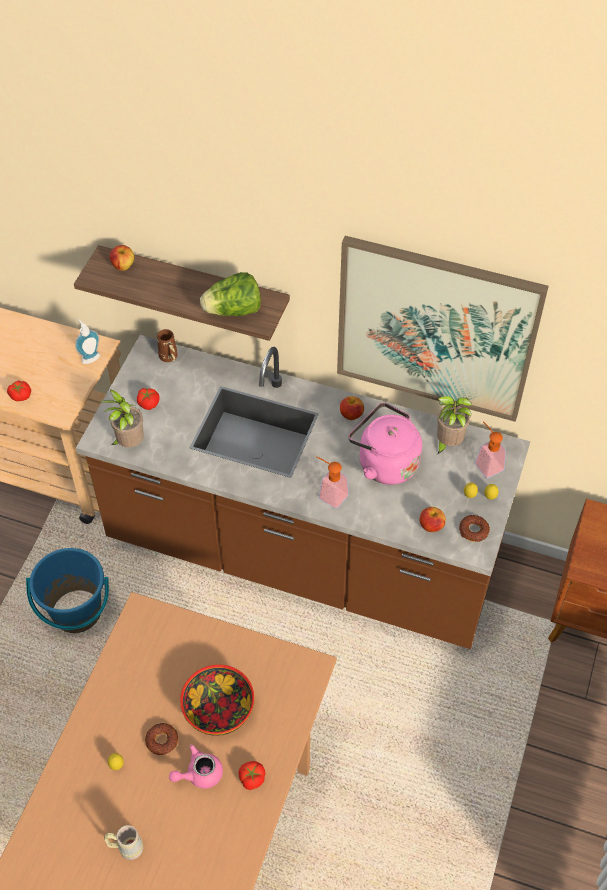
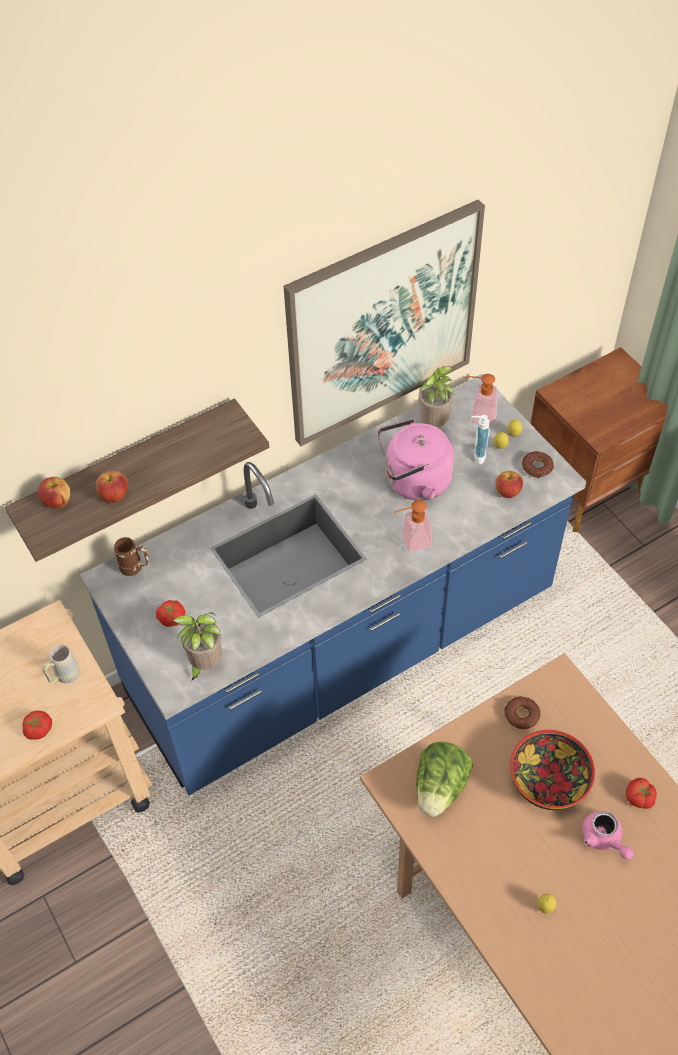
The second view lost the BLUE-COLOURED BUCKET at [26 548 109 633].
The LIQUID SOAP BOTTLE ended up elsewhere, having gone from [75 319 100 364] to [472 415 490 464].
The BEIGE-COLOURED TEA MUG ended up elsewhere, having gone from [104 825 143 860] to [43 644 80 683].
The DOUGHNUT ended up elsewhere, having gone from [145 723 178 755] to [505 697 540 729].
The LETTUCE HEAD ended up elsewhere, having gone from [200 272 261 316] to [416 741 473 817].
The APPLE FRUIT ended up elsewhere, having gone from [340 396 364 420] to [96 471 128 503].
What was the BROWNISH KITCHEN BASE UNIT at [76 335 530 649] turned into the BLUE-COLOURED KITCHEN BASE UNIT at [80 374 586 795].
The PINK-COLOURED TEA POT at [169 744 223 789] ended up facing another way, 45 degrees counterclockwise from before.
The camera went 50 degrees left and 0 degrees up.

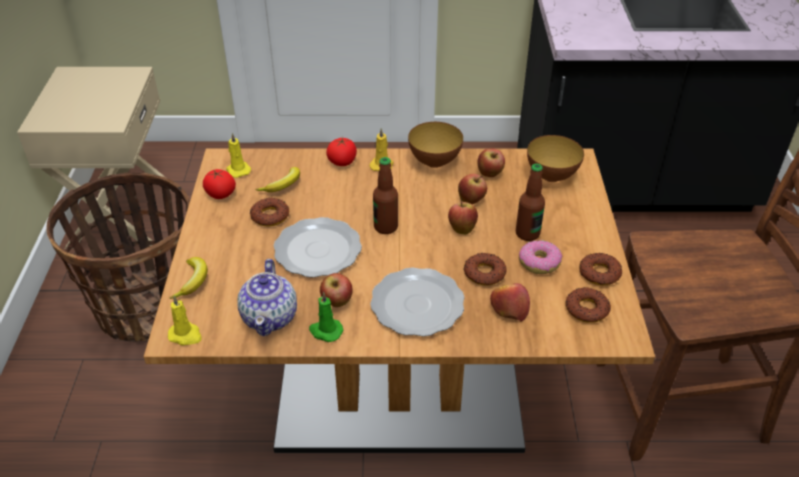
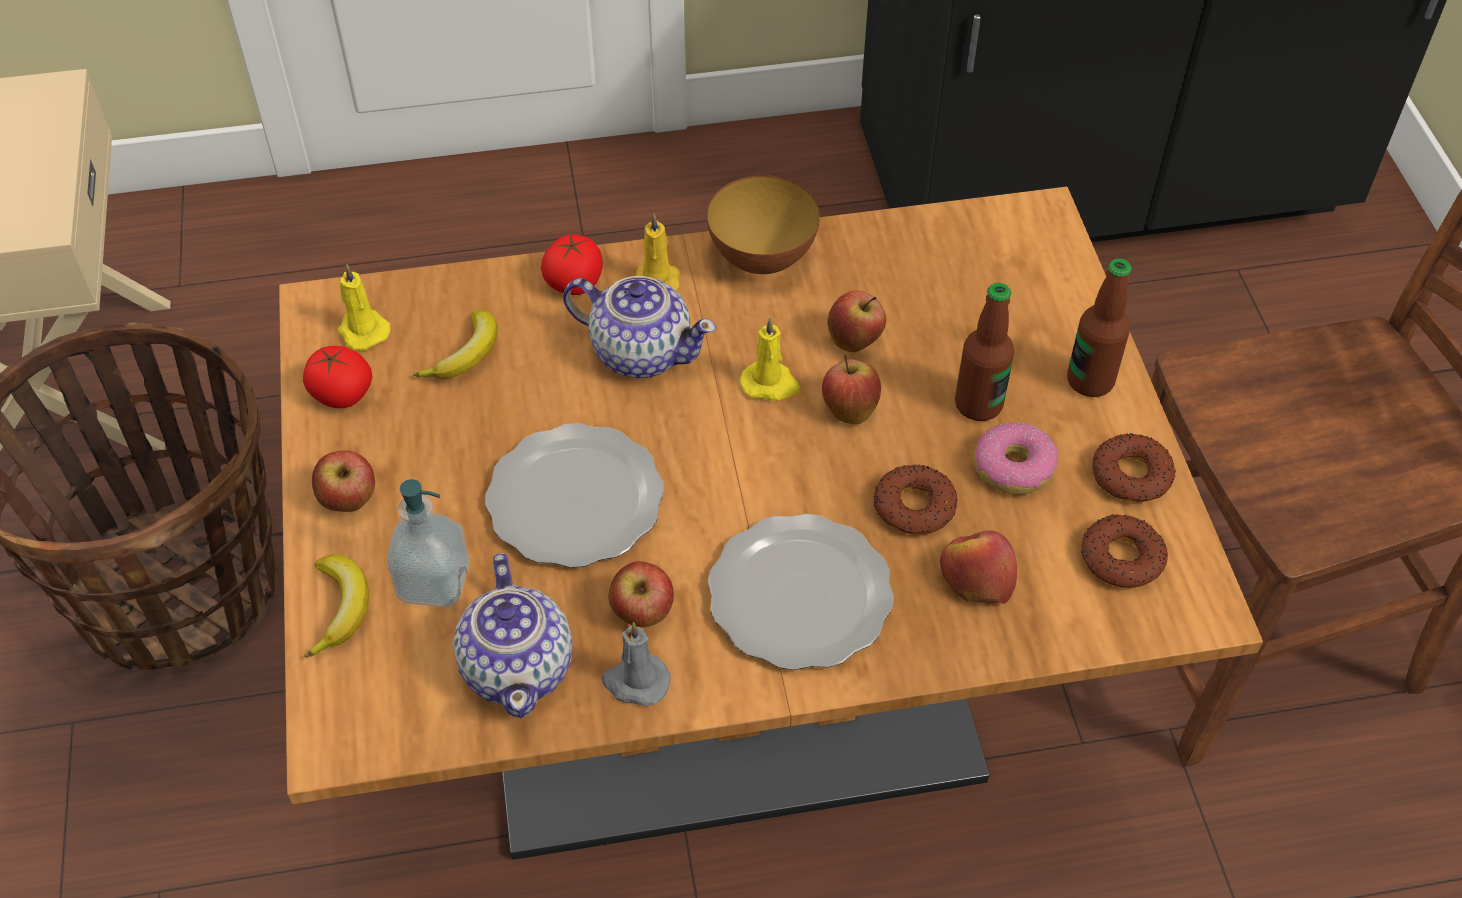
The second view lost the DOUGHNUT at [250 197 289 227].
The second view lost the DEEP DISH at [527 135 584 182].
The second view gained the LIQUID SOAP BOTTLE at [387 479 470 607].
The second view gained the TEA POT at [563 276 717 378].
The YELLOW-COLOURED WAX LIGHT ended up elsewhere, having gone from [168 296 202 346] to [740 317 801 401].
The DRINK BOTTLE ended up elsewhere, having gone from [373 157 398 234] to [1067 259 1132 397].
The APPLE FRUIT ended up elsewhere, having gone from [477 148 505 177] to [312 450 375 512].
What was the GREENISH WAX LIGHT at [309 292 343 342] turned into the GRAY WAX LIGHT at [601 622 671 706].
The camera went 10 degrees left and 10 degrees up.

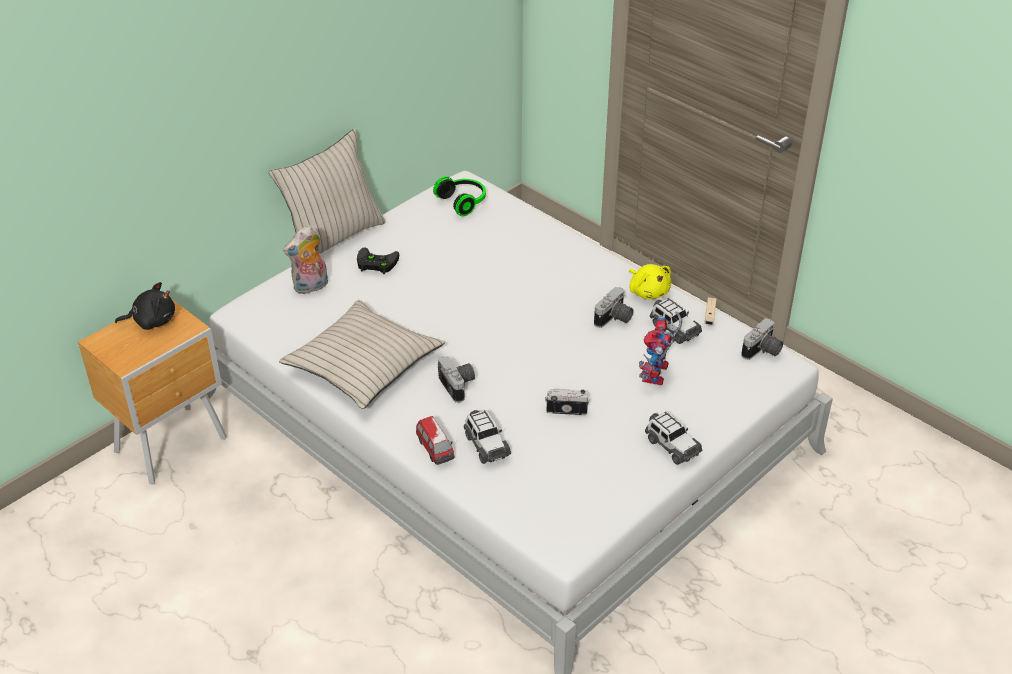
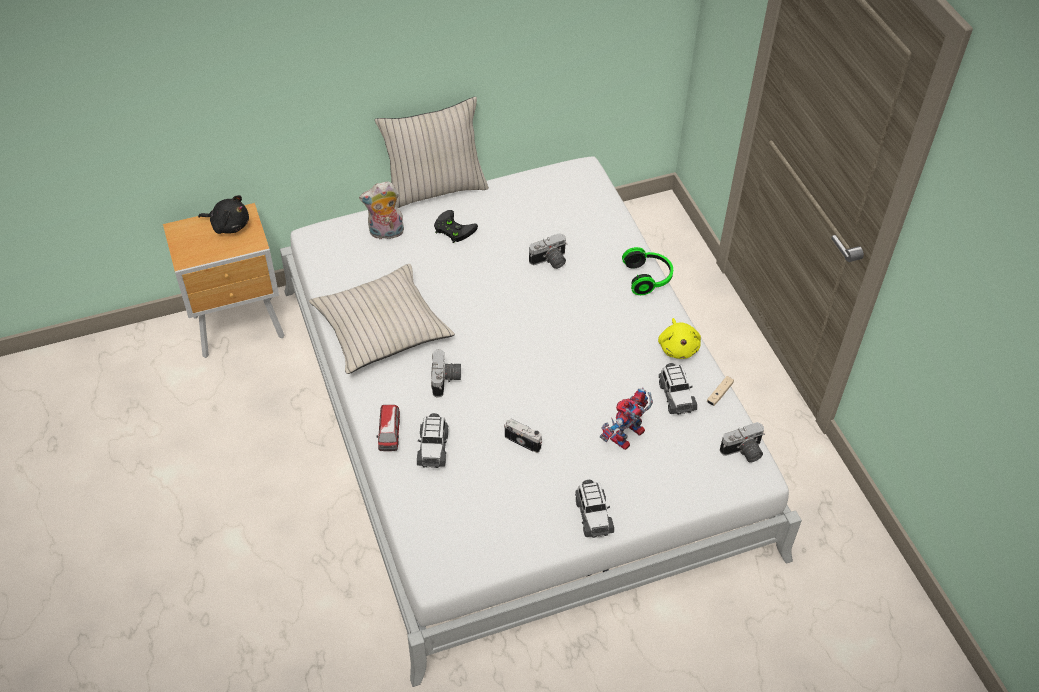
The HEADSET ended up elsewhere, having gone from [433 176 486 216] to [622 247 673 295].
The STILL CAMERA ended up elsewhere, having gone from [594 287 634 328] to [529 233 567 269].
The camera went 25 degrees right and 10 degrees up.

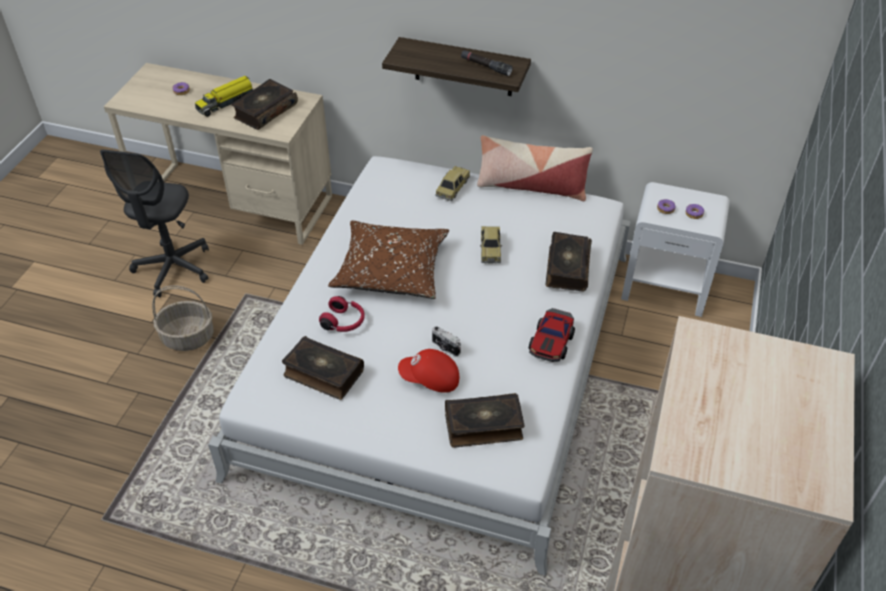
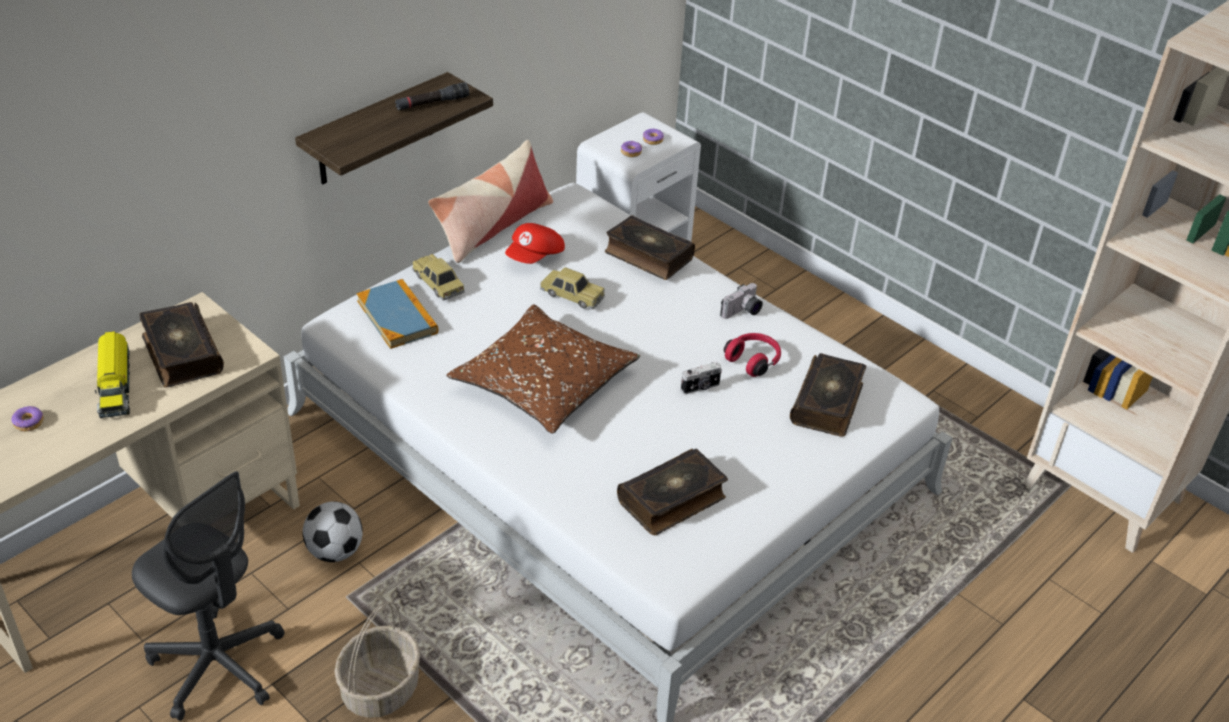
The second view gained the BALL FOR FOOTBALL at [302 501 363 562].
The second view gained the BOOK at [357 279 438 349].
The RED HEADSET ended up elsewhere, having gone from [319 296 365 332] to [724 333 781 377].
The RED PEAKED CAP ended up elsewhere, having gone from [398 349 459 393] to [505 223 565 264].
Where the MODEL CAR stood at [529 308 575 362], the STILL CAMERA came to stand at [720 283 763 319].
The camera went 65 degrees left and 5 degrees down.

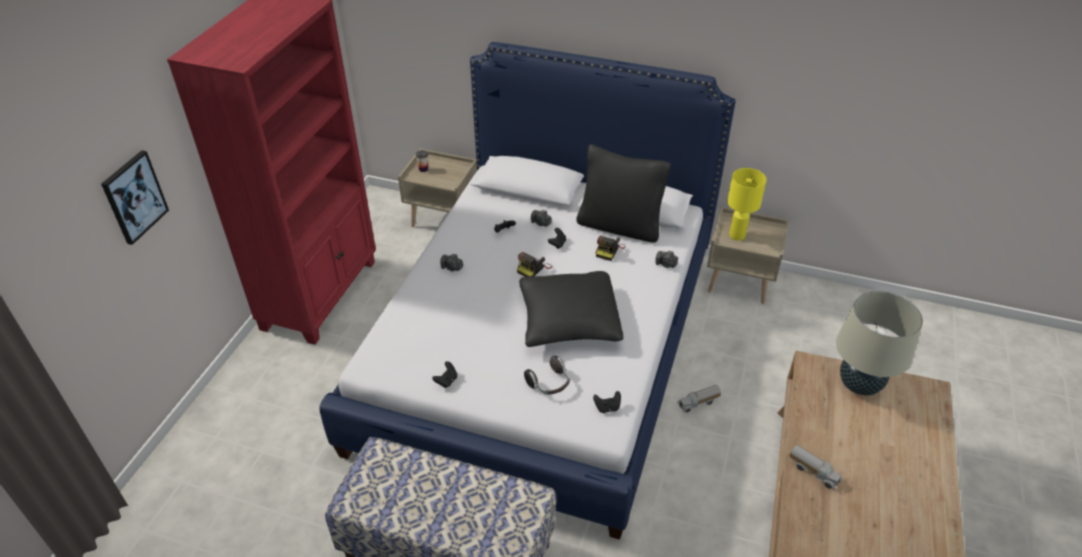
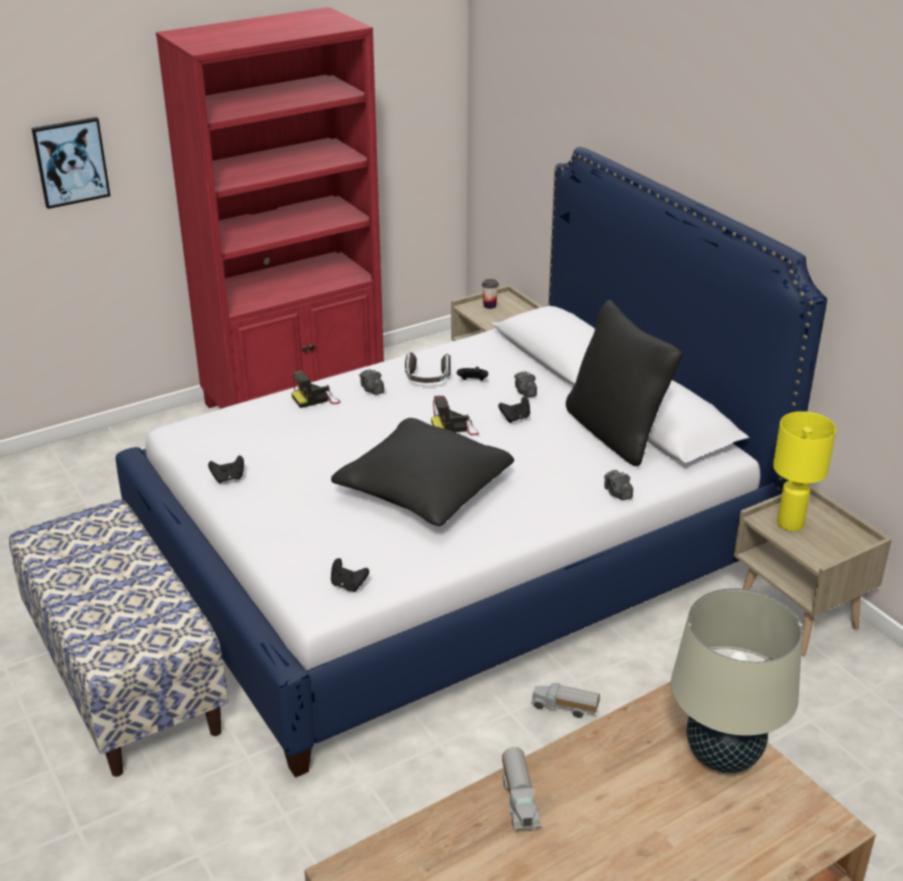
The HEADSET ended up elsewhere, having gone from [524 356 570 395] to [405 352 451 383].
The STILL CAMERA ended up elsewhere, having gone from [595 236 626 261] to [291 370 340 408].
The camera went 40 degrees right and 10 degrees down.

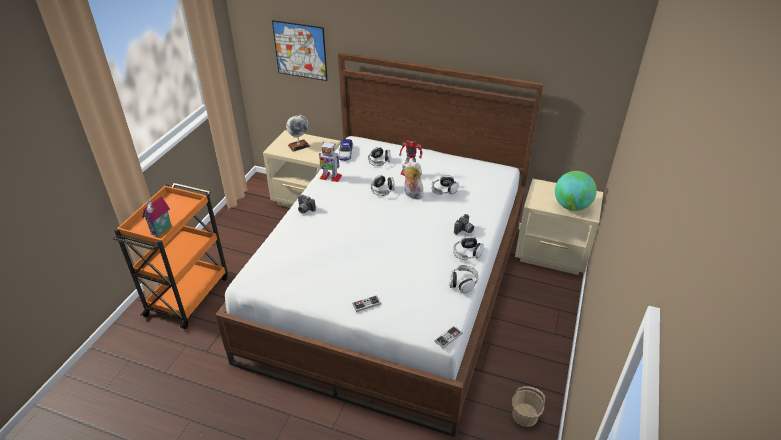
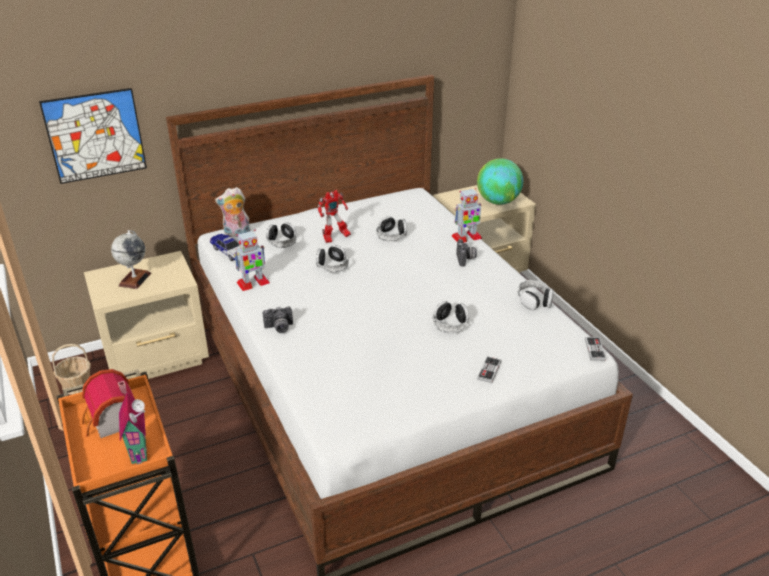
The second view gained the MODEL HOUSE at [81 369 135 438].
The second view gained the TOY ROBOT at [452 188 482 243].
The CUDDLY TOY ended up elsewhere, having gone from [402 161 423 199] to [215 187 251 237].
The HEADSET ended up elsewhere, having gone from [453 236 484 260] to [432 301 469 333].
The BASKET ended up elsewhere, having gone from [512 386 545 427] to [52 344 91 395].
The camera went 45 degrees left and 5 degrees down.

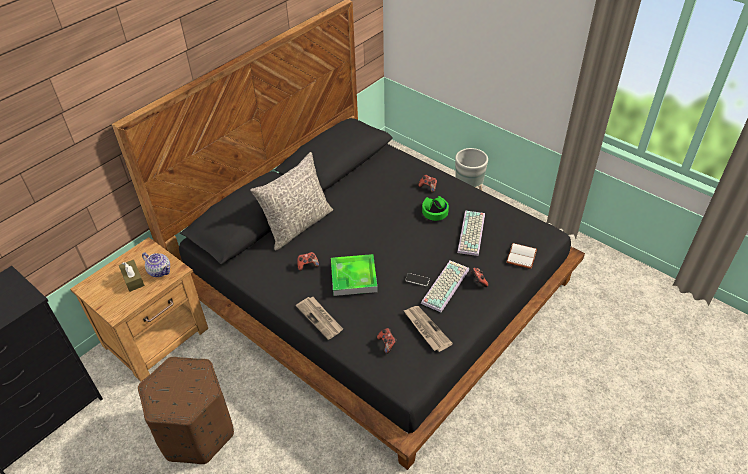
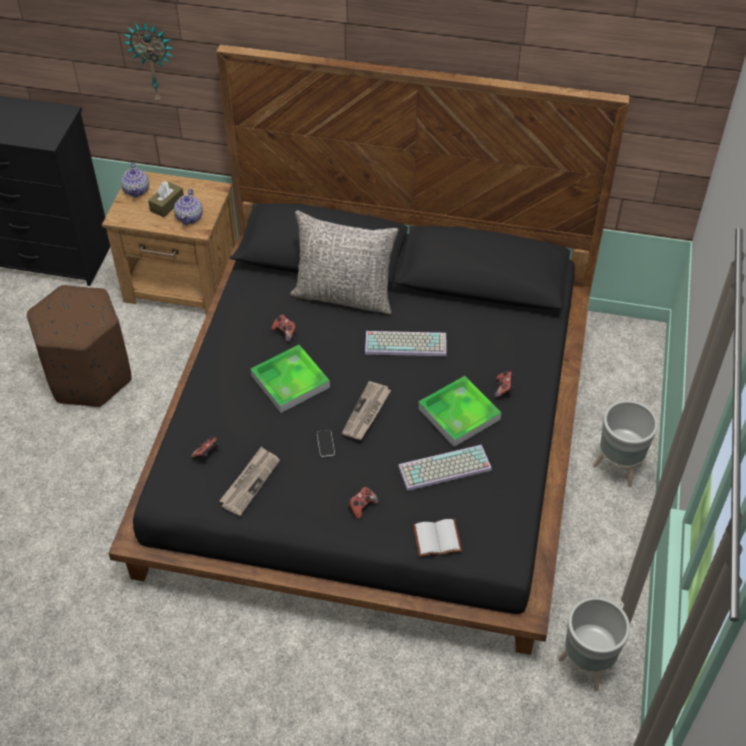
The second view gained the TEA POT at [121 163 149 198].
The second view gained the HANGING CLOCK at [123 22 174 104].
The second view gained the GRAY FLOWER POT at [558 597 630 692].
The PRINTED PAPER ended up elsewhere, having gone from [296 297 343 340] to [342 381 391 440].
The PC KEYBOARD ended up elsewhere, having gone from [421 261 469 312] to [365 331 447 356].
Where the GREENISH HEADSET stood at [422 196 449 221], the SERVING TRAY came to stand at [418 376 501 447].
The camera went 60 degrees right and 5 degrees up.

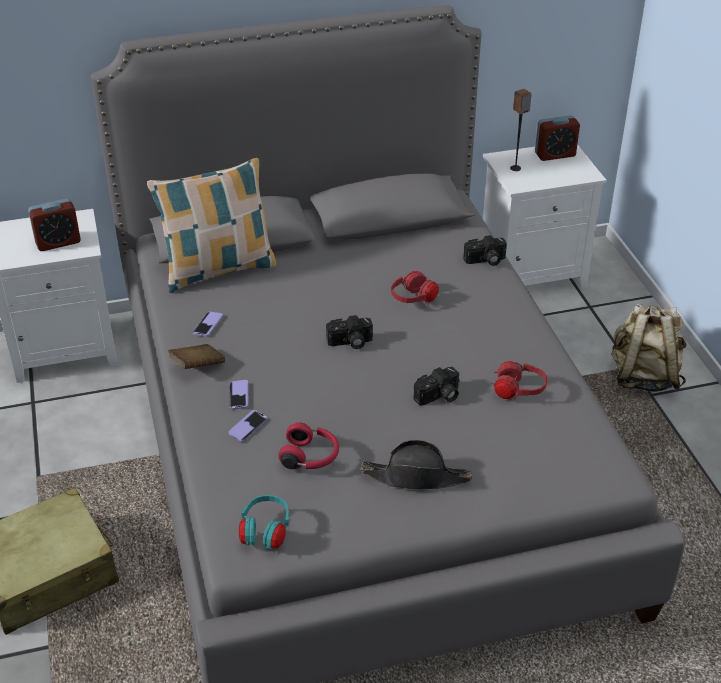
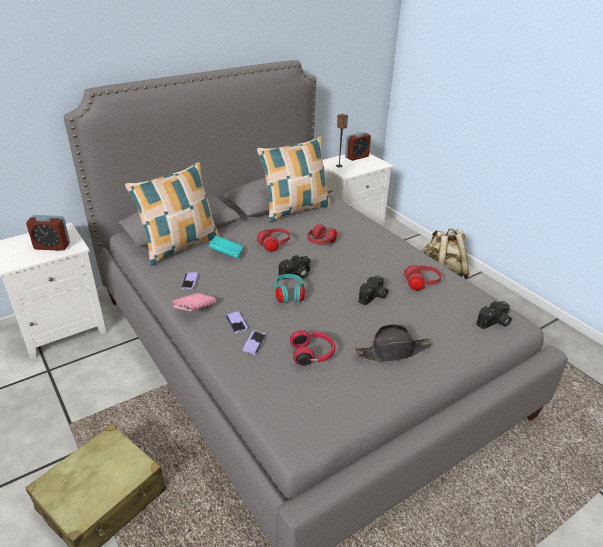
The second view gained the TURQUOISE-COLOURED BOOK at [209 235 244 258].
The second view gained the CUSHION at [257 137 331 223].
The second view gained the RED HEADSET at [257 228 290 252].
The TURQUOISE-COLOURED HEADSET ended up elsewhere, having gone from [239 495 289 549] to [274 274 305 303].
The STILL CAMERA ended up elsewhere, having gone from [463 235 507 266] to [476 301 512 329].
What was the BROWNISH BOOK at [168 344 225 369] turned into the PINK-COLOURED BOOK at [173 293 216 311].
The TABLE CLOCK at [28 198 81 251] ended up facing another way, 45 degrees clockwise from before.
The camera went 20 degrees left and 5 degrees down.

